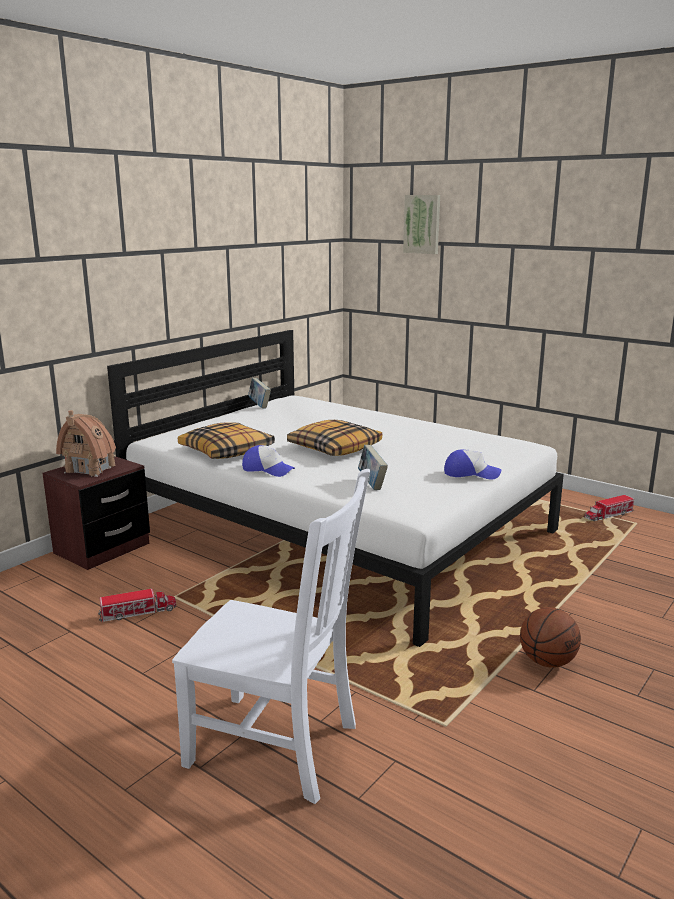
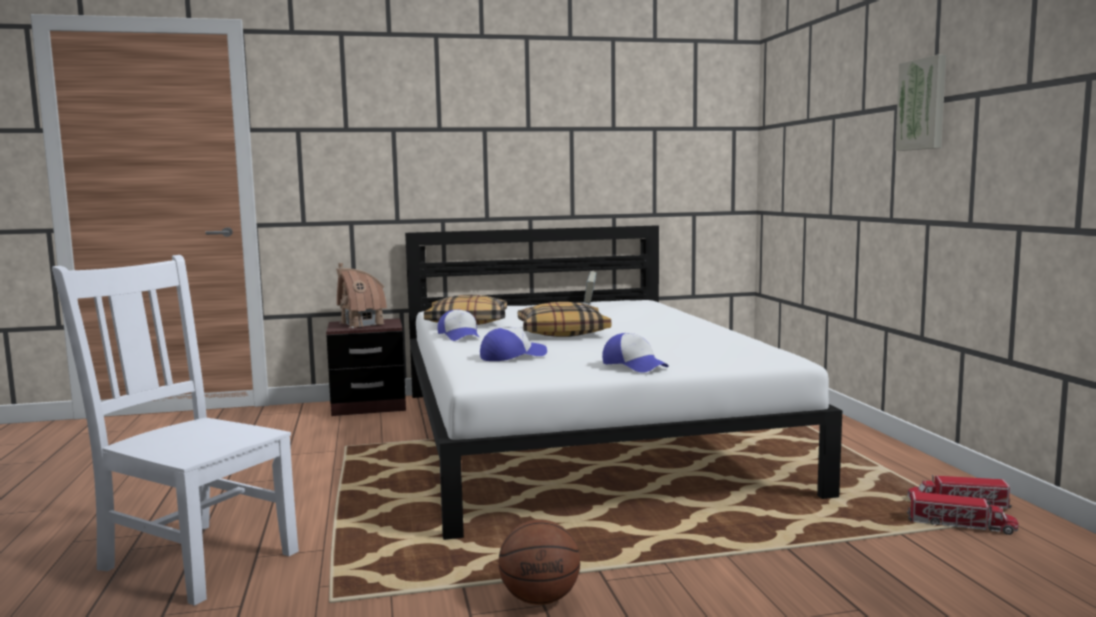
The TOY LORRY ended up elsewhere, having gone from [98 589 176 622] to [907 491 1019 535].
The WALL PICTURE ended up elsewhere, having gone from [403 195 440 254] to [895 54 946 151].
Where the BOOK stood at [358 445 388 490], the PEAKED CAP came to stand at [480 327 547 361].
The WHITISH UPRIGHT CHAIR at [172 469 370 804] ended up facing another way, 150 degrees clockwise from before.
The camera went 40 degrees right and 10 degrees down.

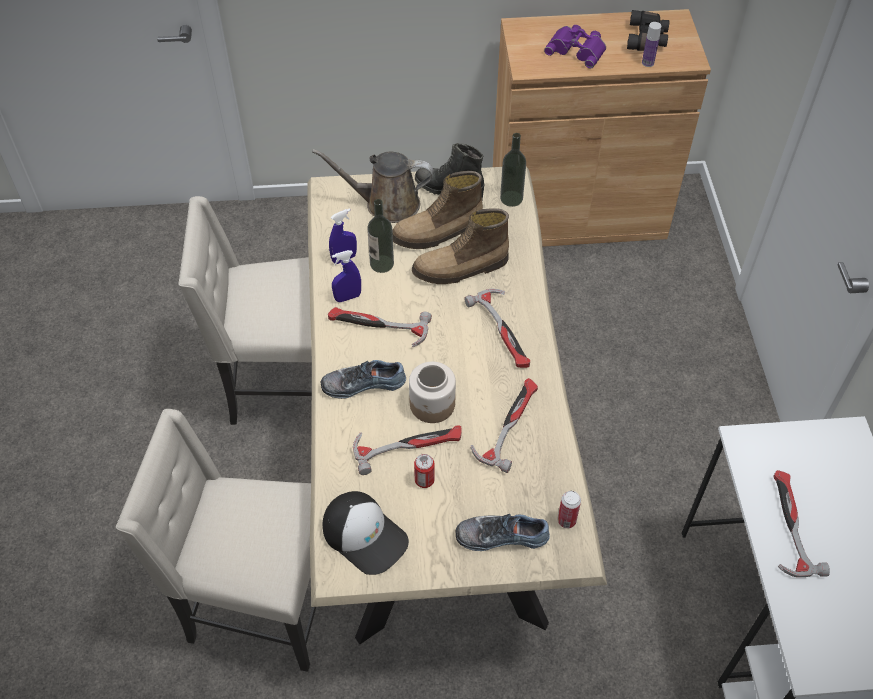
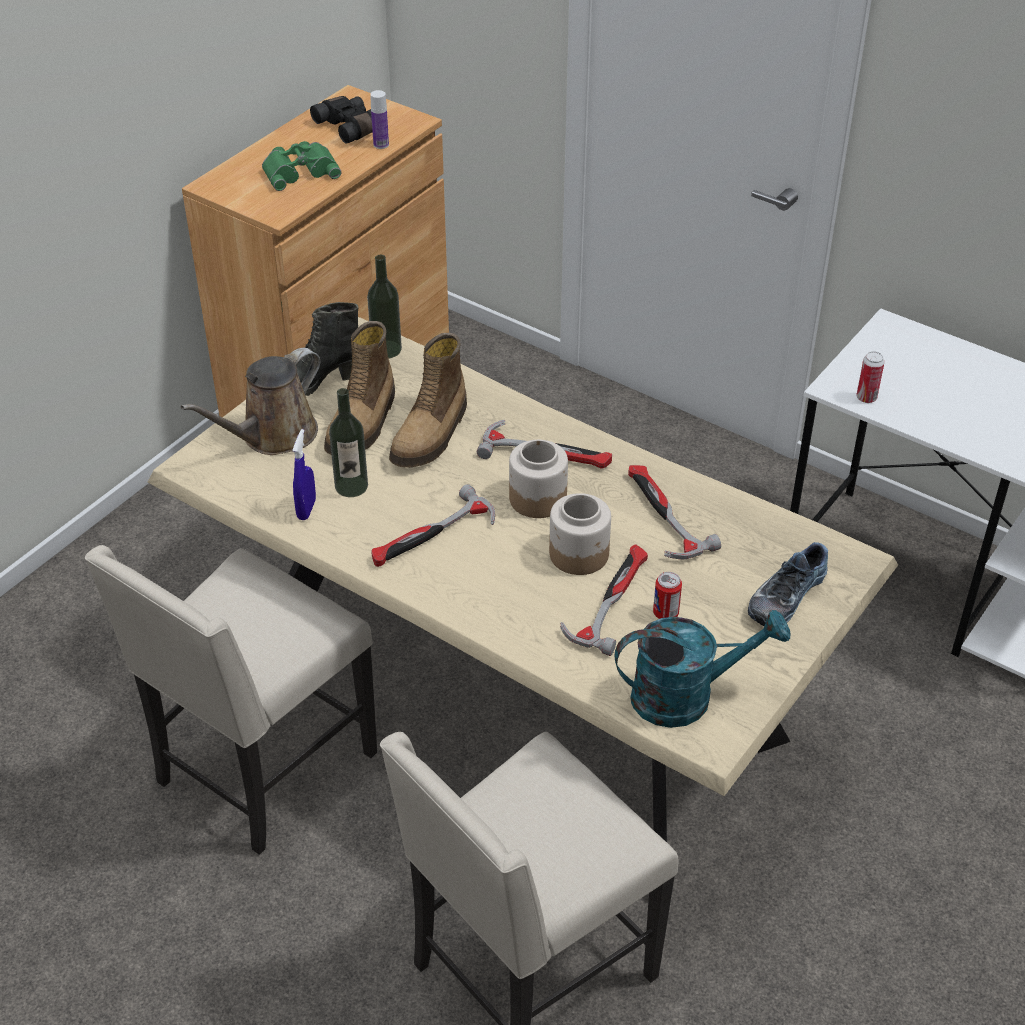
The second view lost the ITEM OF FOOTWEAR at [321 360 406 399].
The second view lost the BLUE-COLOURED SPRAY BOTTLE at [332 250 361 302].
The second view lost the HAND HAMMER at [773 470 830 577].
The second view gained the STORAGE JAR at [509 440 568 518].
The CAN ended up elsewhere, having gone from [557 491 581 528] to [856 351 885 403].
Where the PEAKED CAP stood at [323 491 409 575], the TURQUOISE-COLOURED WATERING CAN came to stand at [614 610 790 728].
What was the PURPLE-COLOURED PAIR OF BINOCULARS at [544 25 606 69] turned into the GREENISH PAIR OF BINOCULARS at [262 141 341 191].
The camera went 50 degrees left and 10 degrees down.

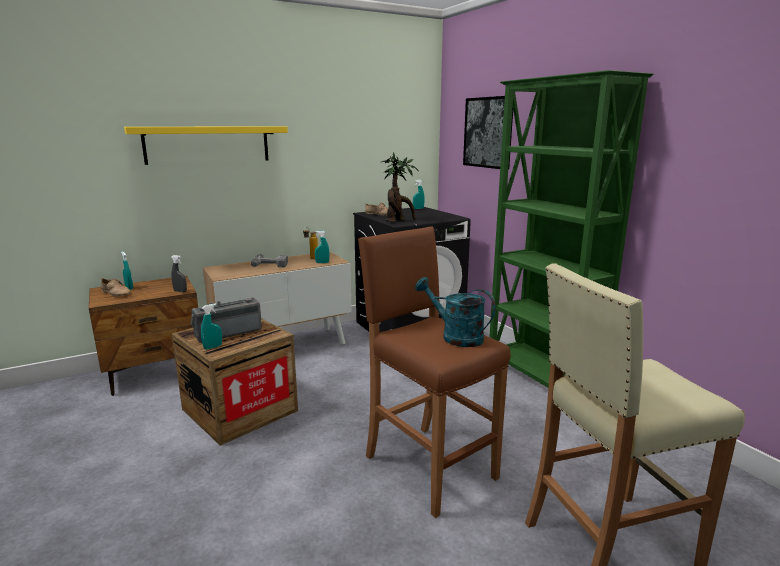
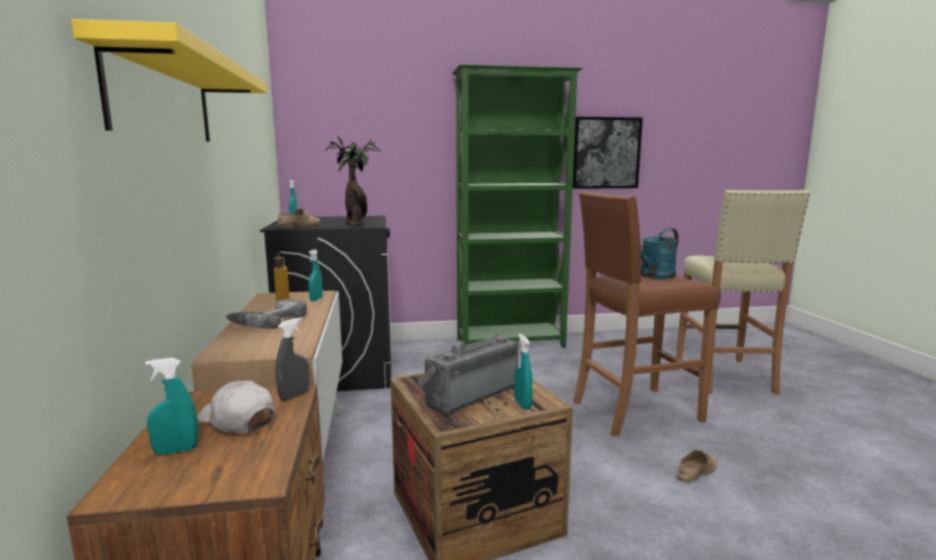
The second view gained the WHITISH PEAKED CAP at [198 381 274 434].
The BEIGE-COLOURED ITEM OF FOOTWEAR ended up elsewhere, having gone from [100 278 131 296] to [676 450 717 482].
The WALL PICTURE ended up elsewhere, having gone from [463 96 513 170] to [573 117 643 189].
The RADIO at [191 297 262 343] ended up facing another way, 60 degrees clockwise from before.
The camera went 70 degrees left and 5 degrees down.

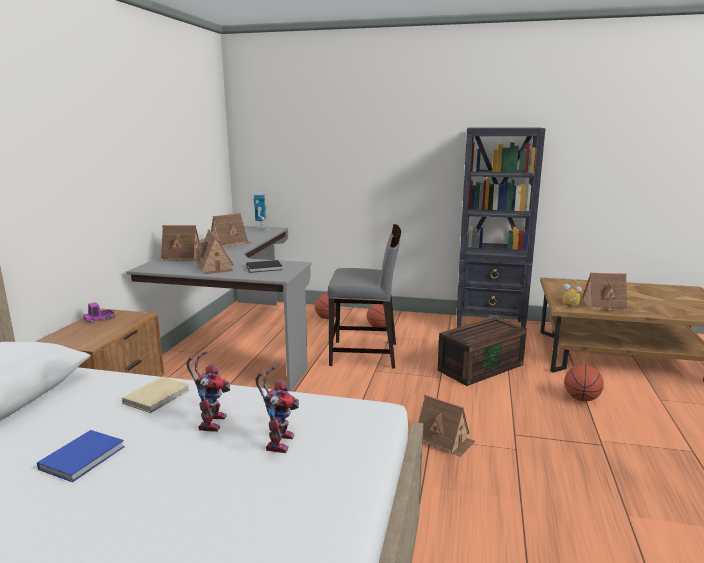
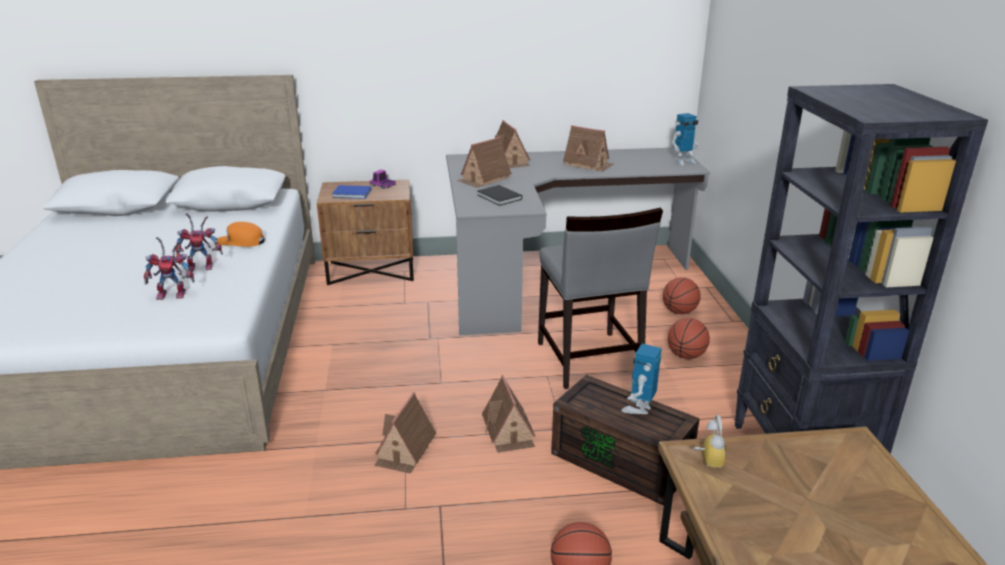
The second view gained the TOY ROBOT at [621 343 662 414].
The BLUE-COLOURED BOOK ended up elsewhere, having gone from [37 430 125 482] to [332 185 371 199].
The MODEL HOUSE ended up elsewhere, having gone from [582 272 633 312] to [482 375 535 453].
Where the BEIGE-COLOURED BOOK stood at [122 376 190 413], the ORANGE PEAKED CAP came to stand at [214 222 265 247].
The camera went 70 degrees right and 10 degrees up.

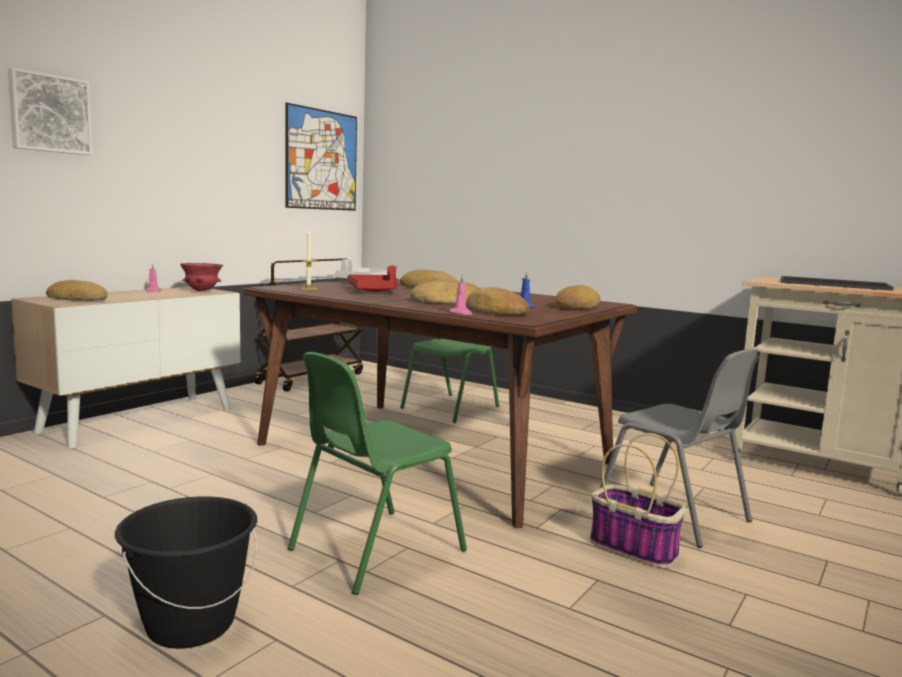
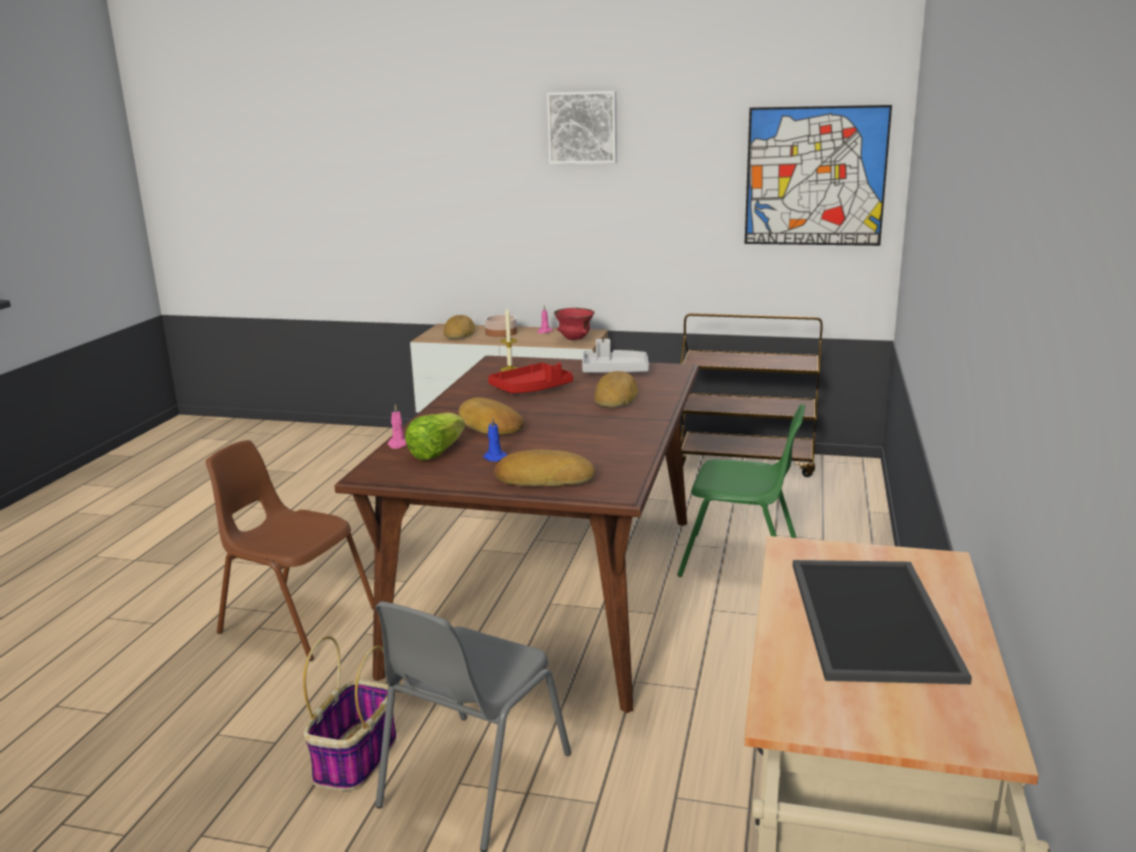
The second view lost the BLACK-COLOURED BUCKET at [115 496 257 649].
The second view gained the DEEP DISH at [485 315 517 337].
The WALL PICTURE ended up elsewhere, having gone from [8 68 93 155] to [547 91 617 164].
Where the BAKED BREAD stood at [467 287 530 315], the LETTUCE HEAD came to stand at [405 413 465 460].
What was the GREENISH UPRIGHT CHAIR at [288 352 467 595] turned into the BROWNISH UPRIGHT CHAIR at [206 440 374 661].
The camera went 70 degrees right and 10 degrees up.

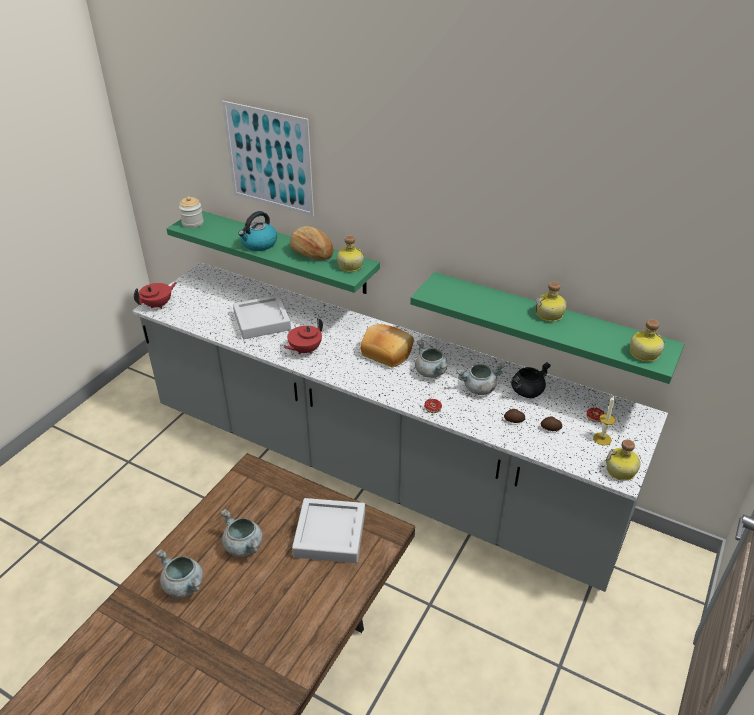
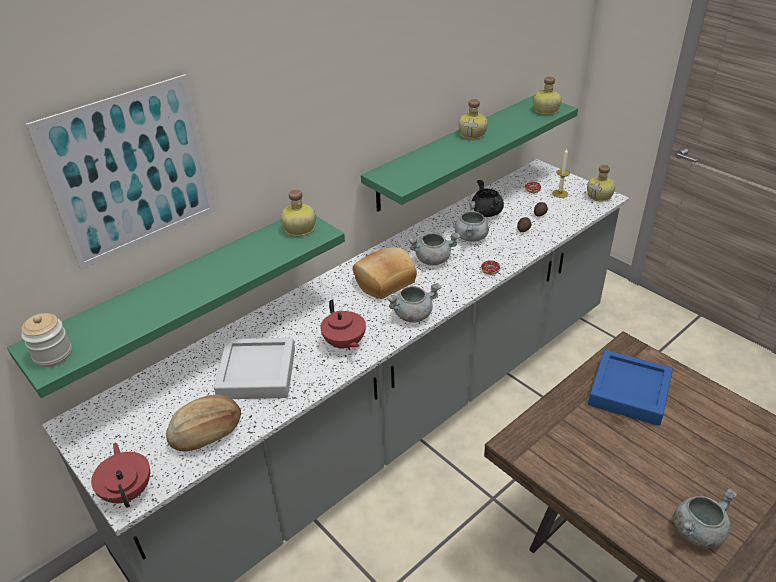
The second view lost the KETTLE at [238 211 277 251].
The GRAY COOKING POT ended up elsewhere, having gone from [221 509 263 557] to [387 283 441 323].
The BAKED BREAD ended up elsewhere, having gone from [290 226 334 260] to [166 395 241 451].
What was the GRAY SERVING TRAY at [292 498 365 563] turned into the BLUE-COLOURED SERVING TRAY at [588 350 673 426].
The camera went 70 degrees left and 0 degrees up.

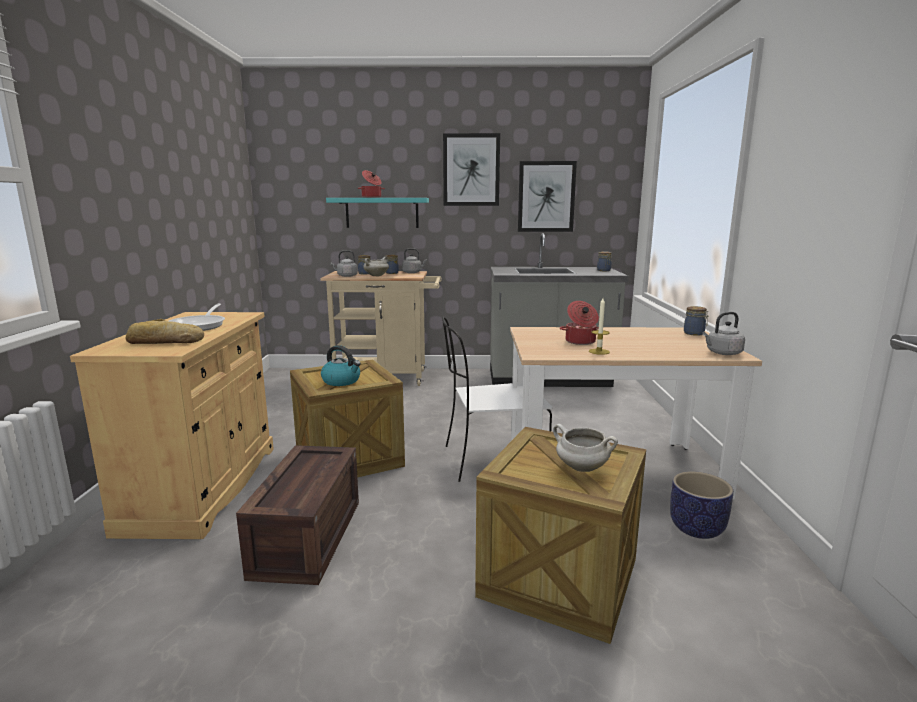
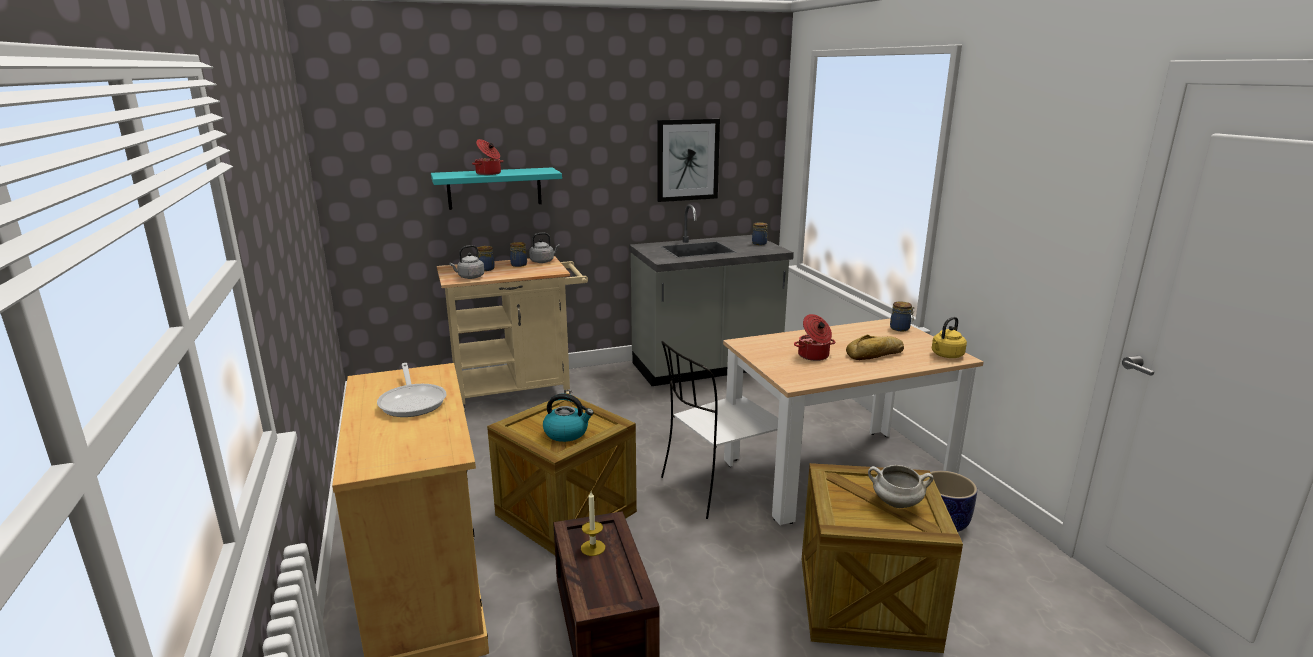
The second view lost the WHITISH COOKING POT at [363 256 389 276].
The second view lost the WALL PICTURE at [443 133 500 206].
The BAKED BREAD ended up elsewhere, having gone from [126 319 204 344] to [846 335 904 360].
The WAX LIGHT ended up elsewhere, having gone from [589 298 610 355] to [581 492 605 556].
What was the GRAY KETTLE at [702 312 745 355] turned into the YELLOW-COLOURED KETTLE at [932 317 967 358].
The camera went 20 degrees left and 5 degrees up.

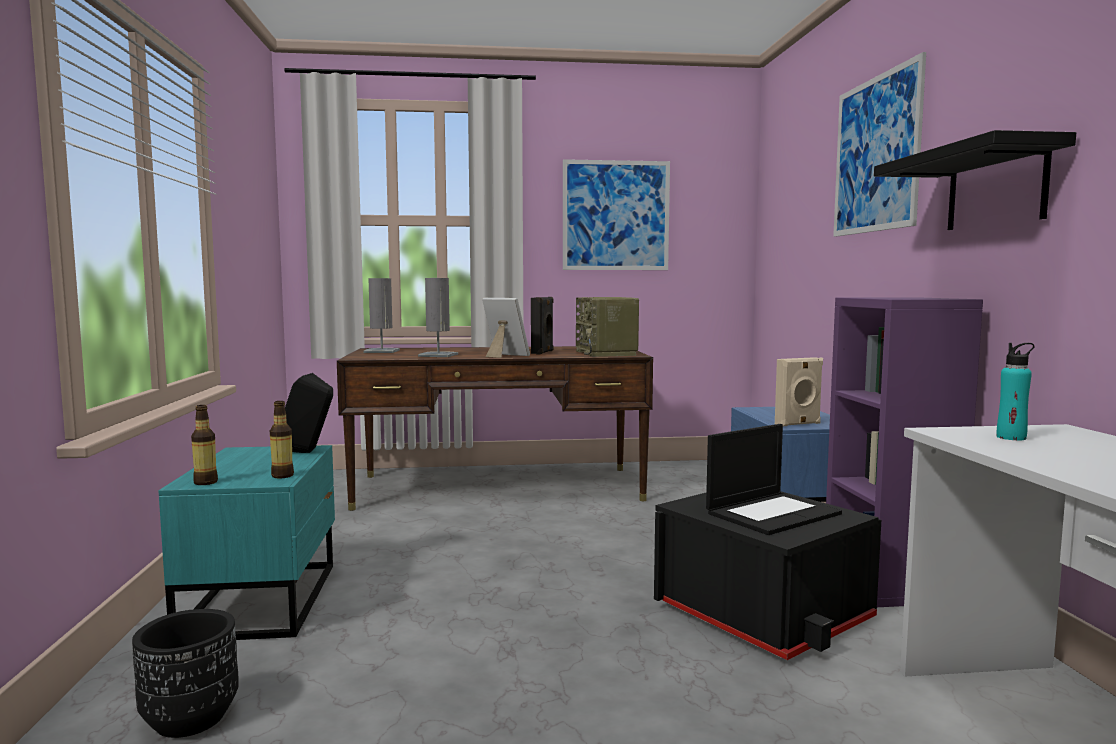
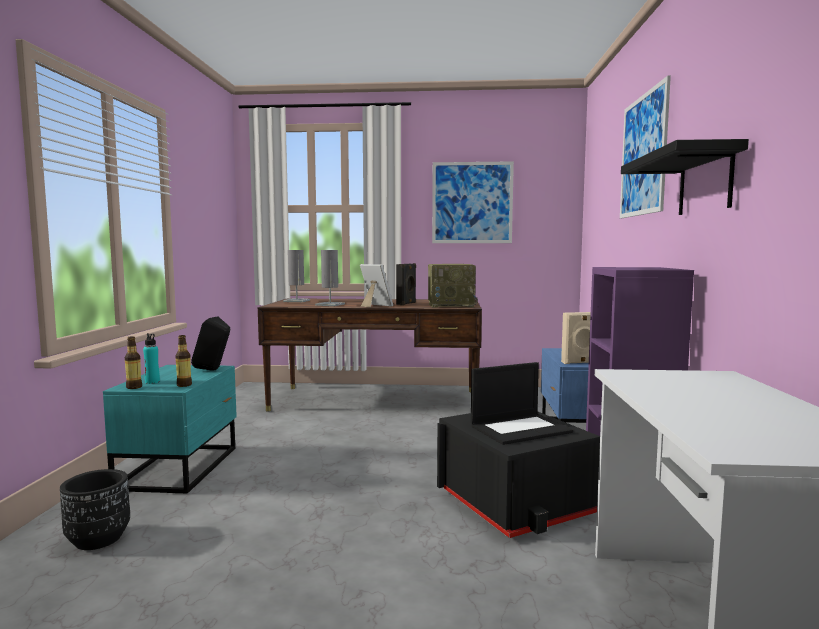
The TURQUOISE-COLOURED DRINK BOTTLE ended up elsewhere, having gone from [997 343 1035 440] to [143 333 160 384].
The RADIO at [576 297 639 357] ended up facing another way, 90 degrees counterclockwise from before.
The camera went 10 degrees right and 0 degrees up.

